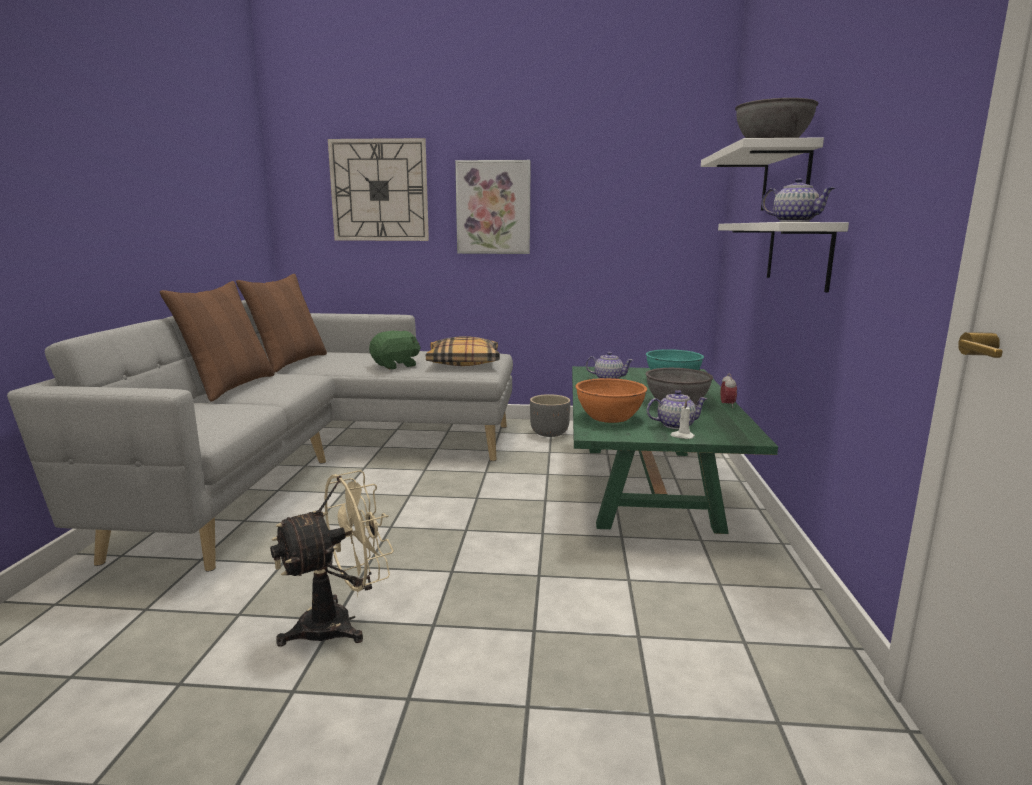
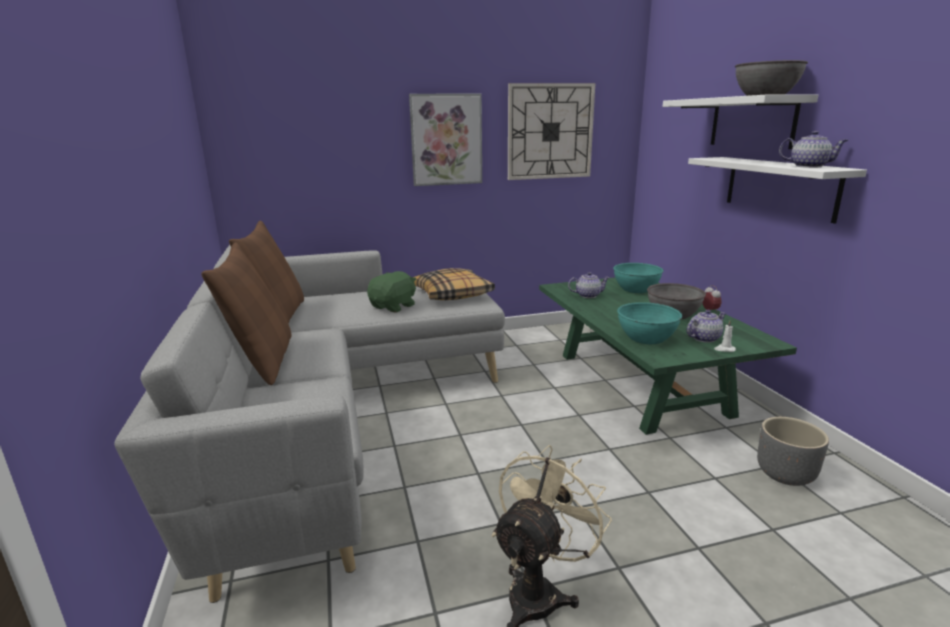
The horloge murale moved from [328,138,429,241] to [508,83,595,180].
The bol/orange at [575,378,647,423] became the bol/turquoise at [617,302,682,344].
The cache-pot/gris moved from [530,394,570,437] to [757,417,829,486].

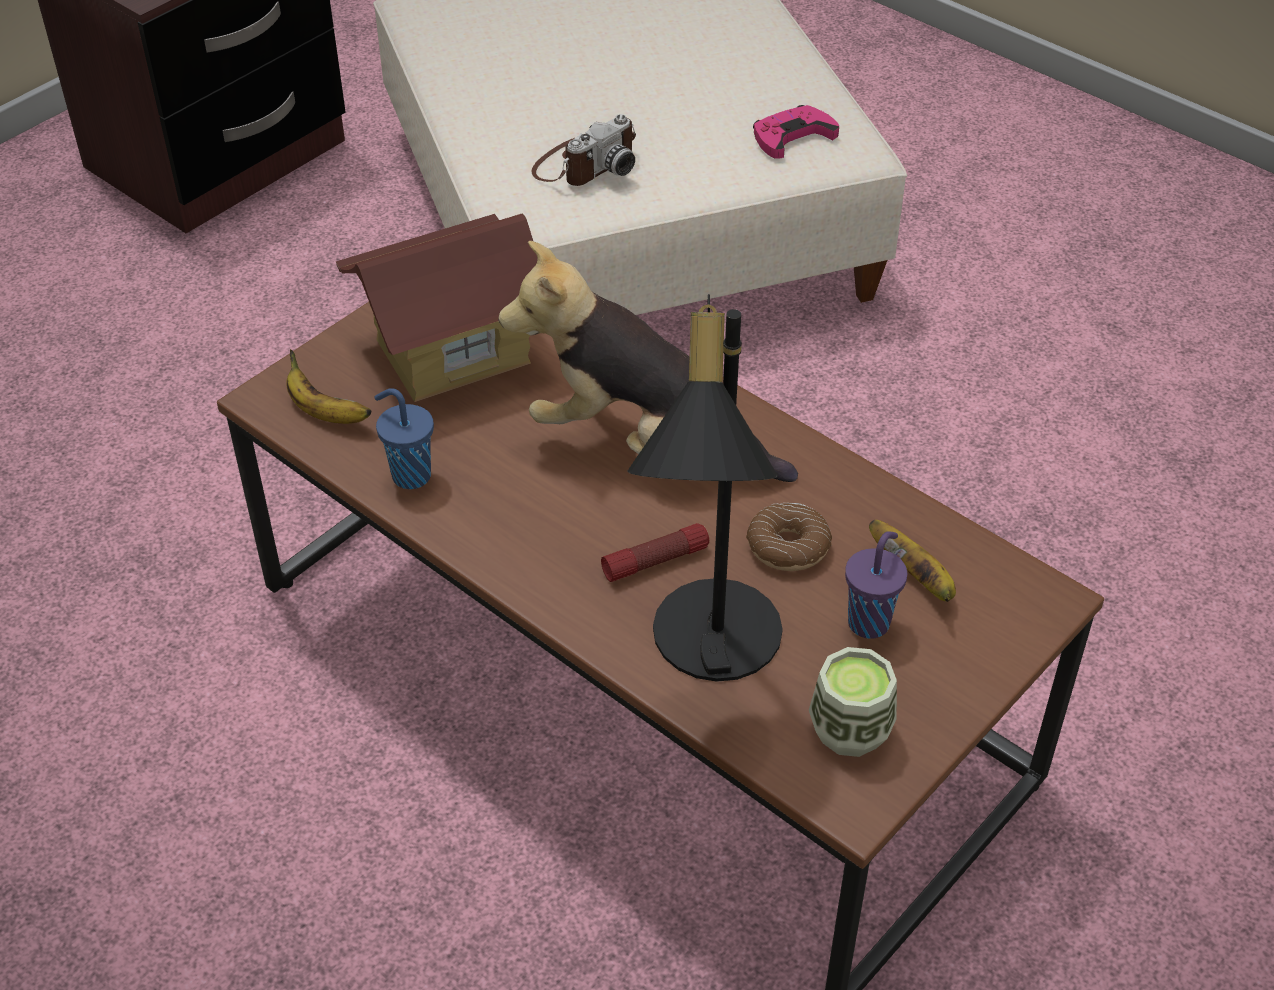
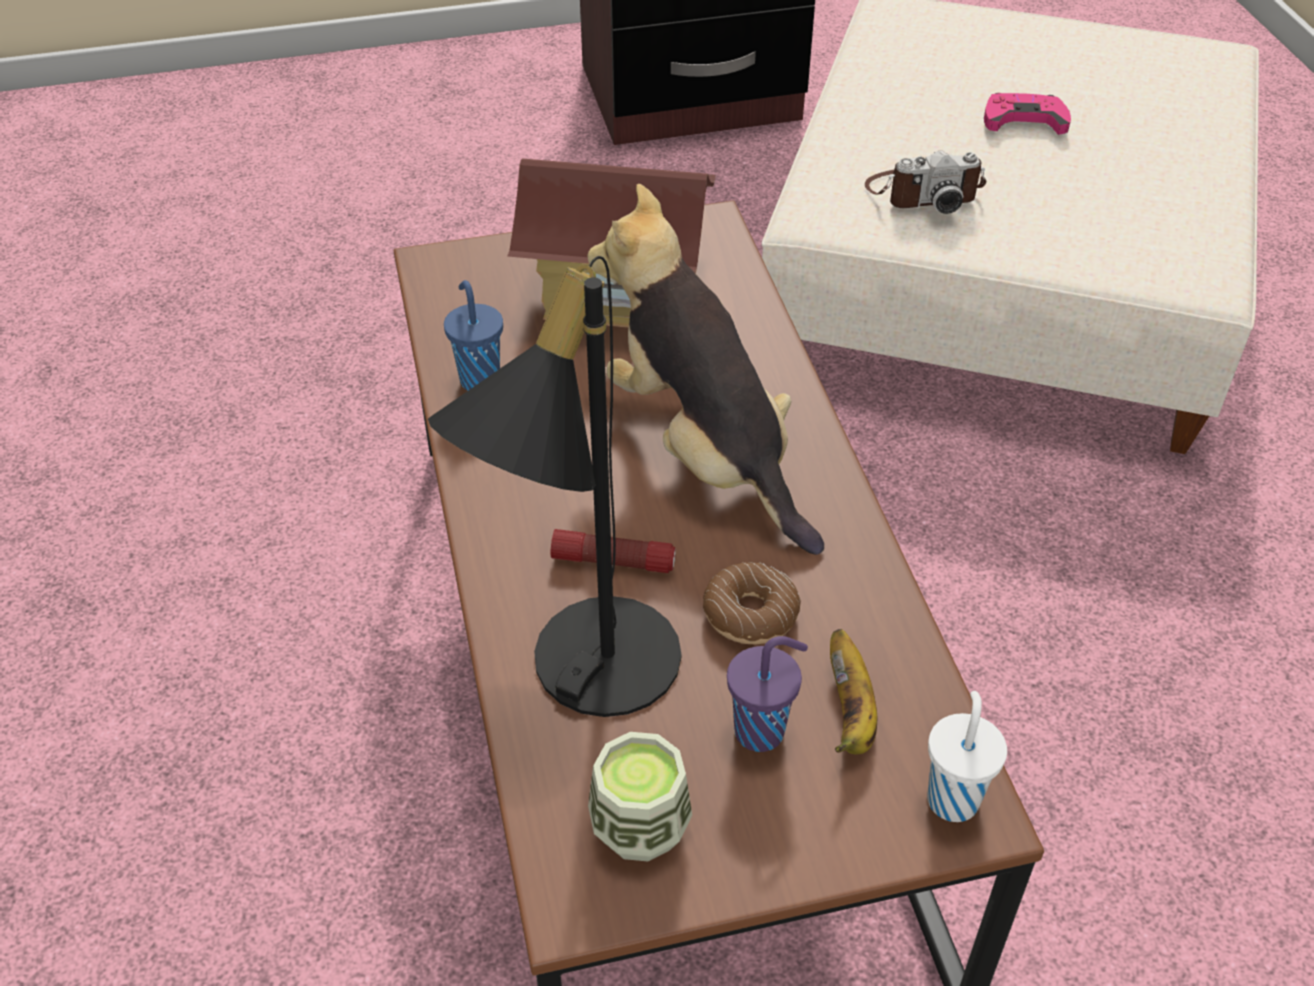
The tasse/blanc at [927,691,1007,822] appeared.
The manette/rose moved from [753,105,839,159] to [984,93,1071,135].
The banane at [286,349,371,424] disappeared.

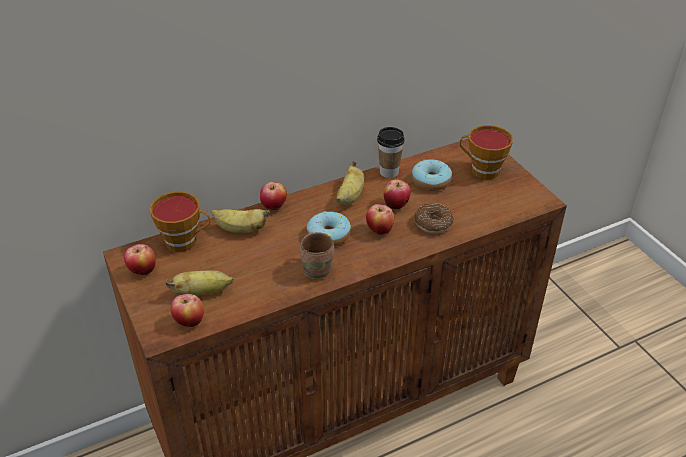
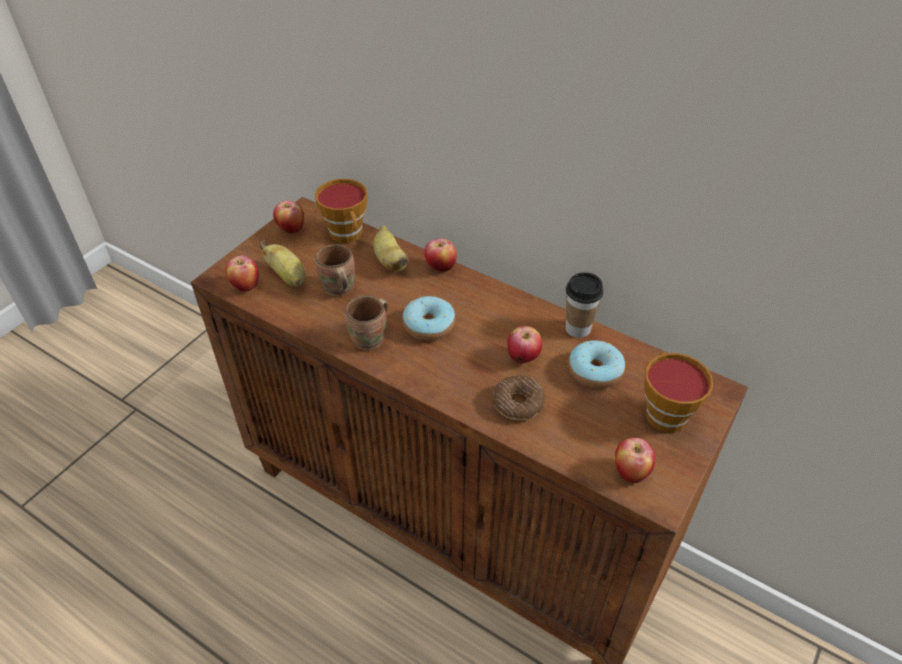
The mug/marron at [315,244,355,296] appeared.
The pomme moved from [366,204,394,235] to [615,438,655,483].
The banane at [336,161,364,205] disappeared.

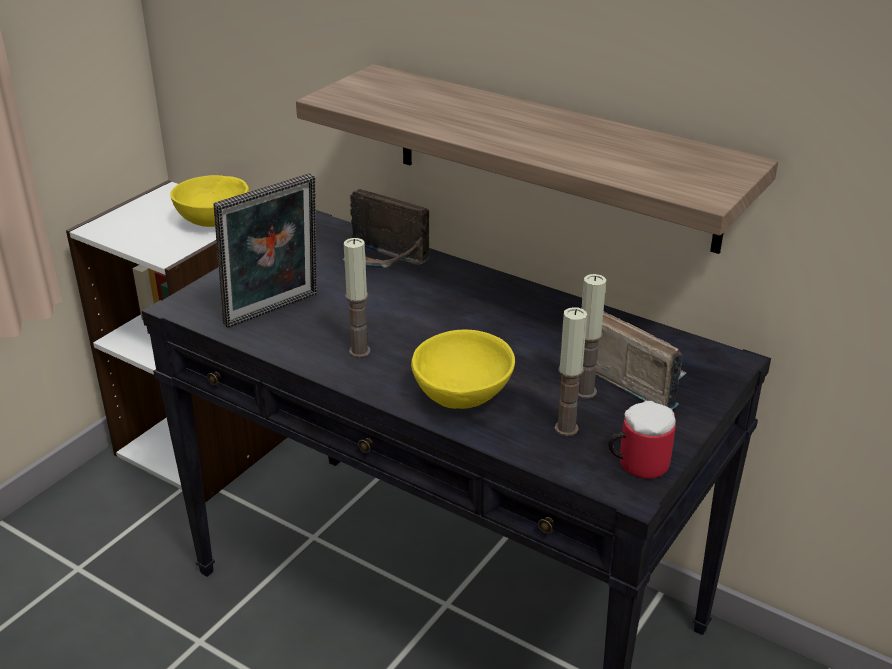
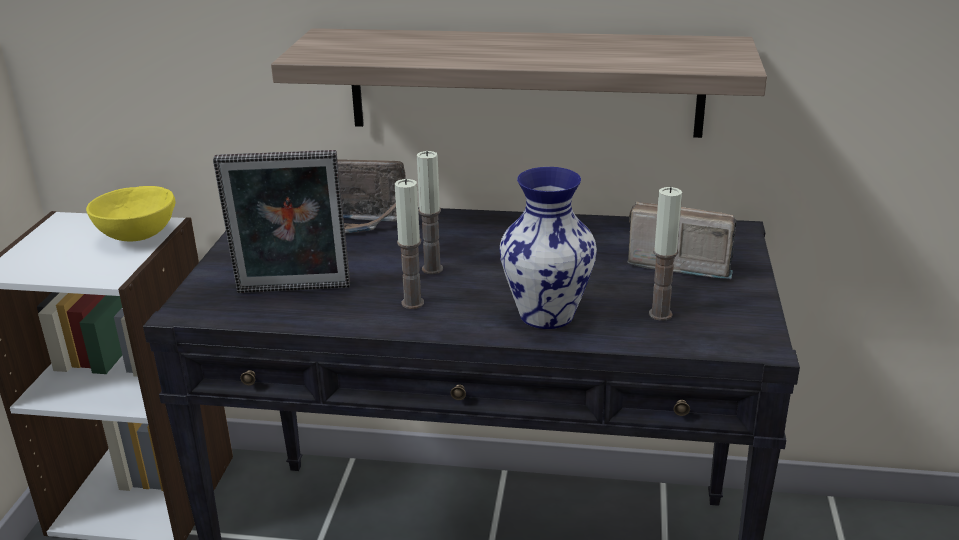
The cadre photo at [213,173,317,328] turned 60 degrees clockwise.
The bougie moved from [578,274,606,399] to [417,151,443,274].
The bol/jaune at [411,330,515,409] was replaced by the vase at [500,167,597,329].
The mug at [608,401,676,479] disappeared.

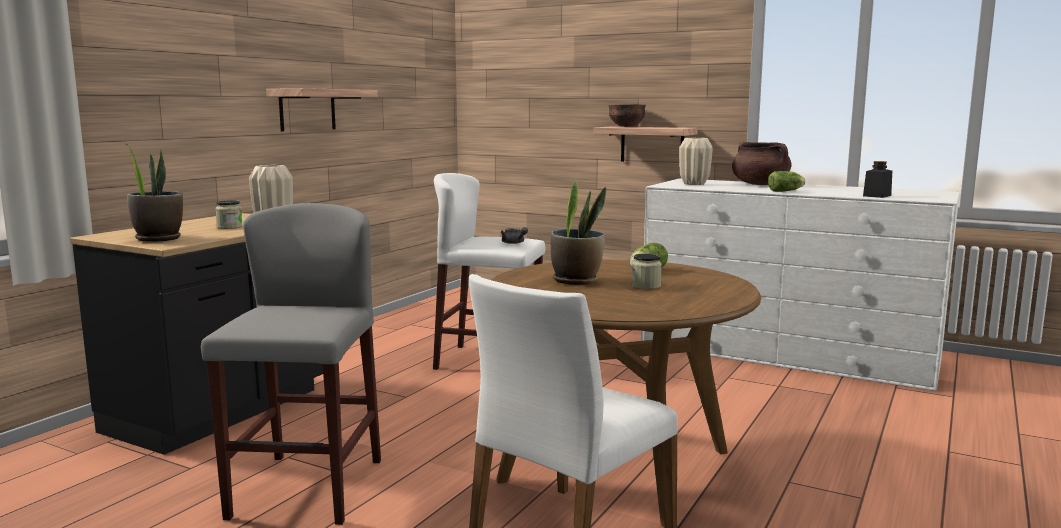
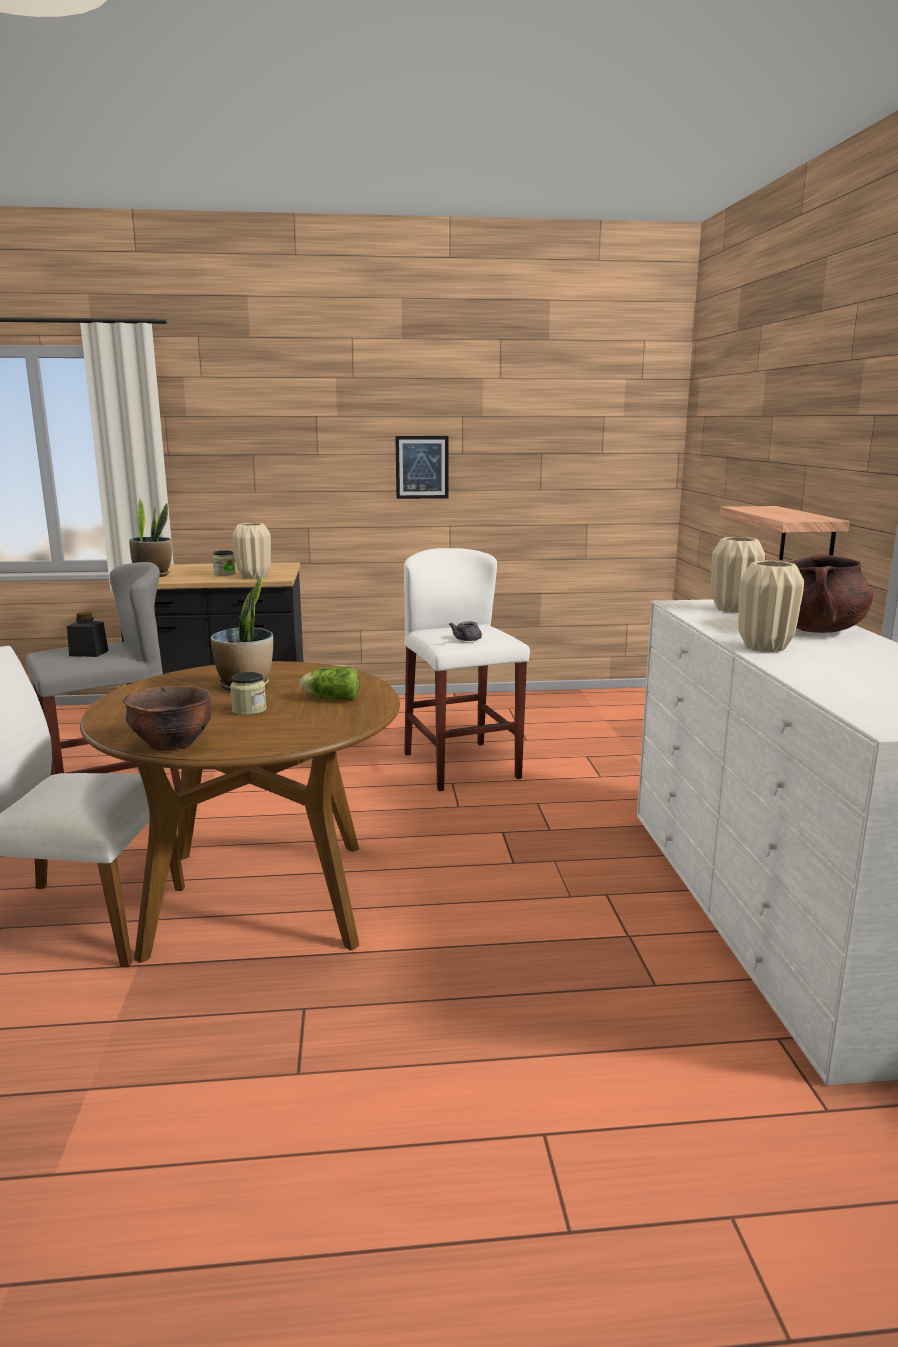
The bocal/noir moved from [863,161,892,198] to [67,612,108,657].
The bol/marron moved from [608,104,646,127] to [123,686,211,751].
The étagère at [266,88,378,131] was replaced by the tableau at [395,436,448,499].
The laitue at [768,171,805,192] was replaced by the vase/beige at [738,561,804,652].

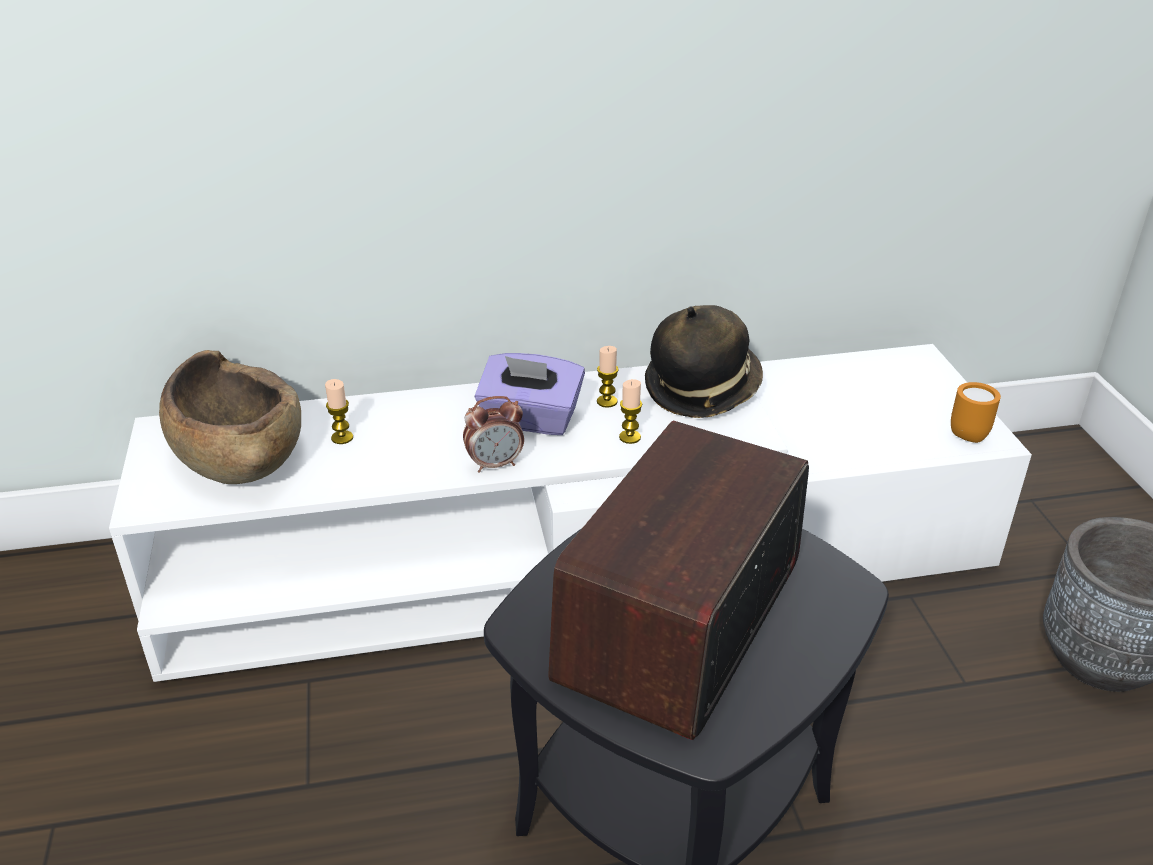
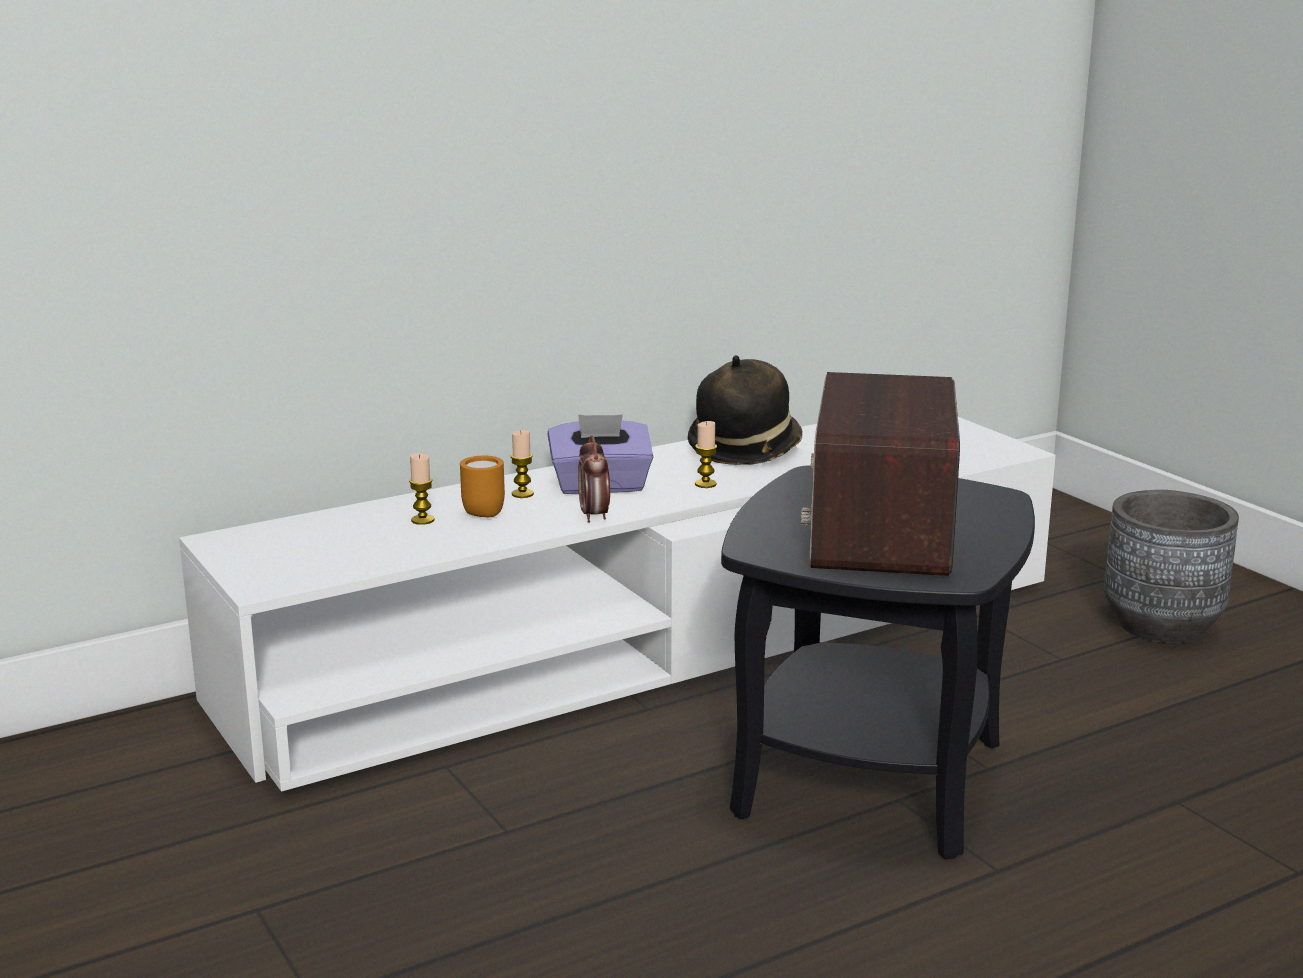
The mug/orange moved from [951,382,1001,443] to [460,456,505,517].
The bougie moved from [597,346,619,408] to [510,430,534,498].
The réveil at [463,396,524,473] turned 120 degrees clockwise.
The bol/marron at [159,350,301,484] disappeared.

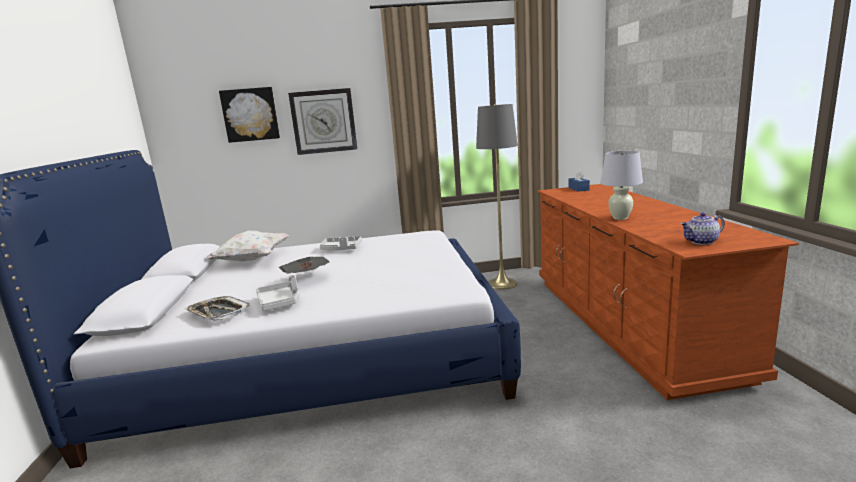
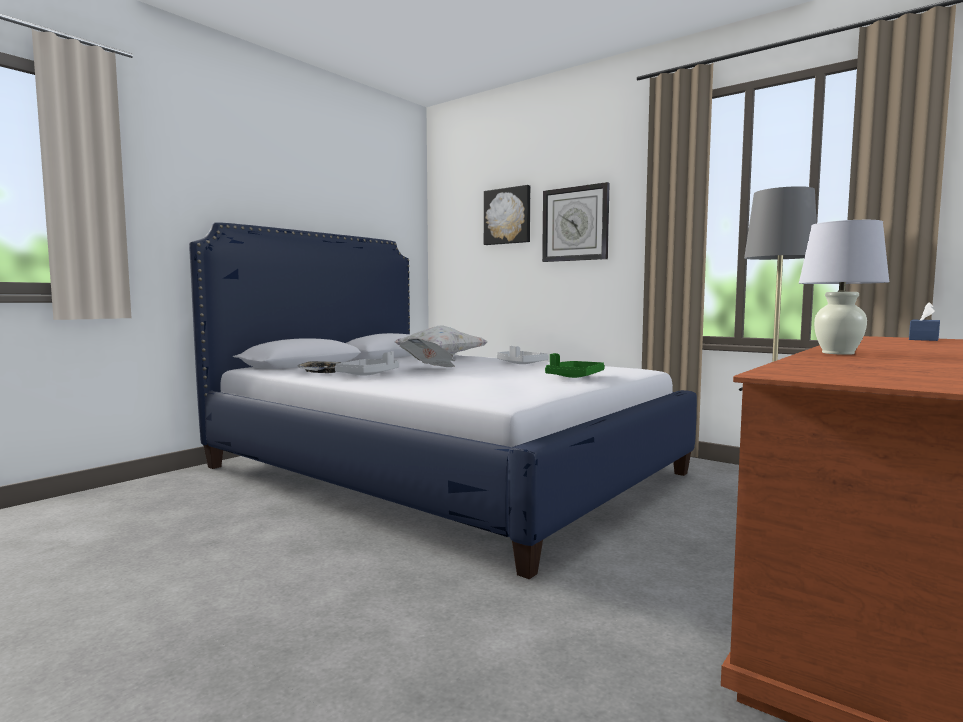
The plateau/vert at [545,353,605,378] appeared.
The théière at [680,212,725,245] disappeared.

